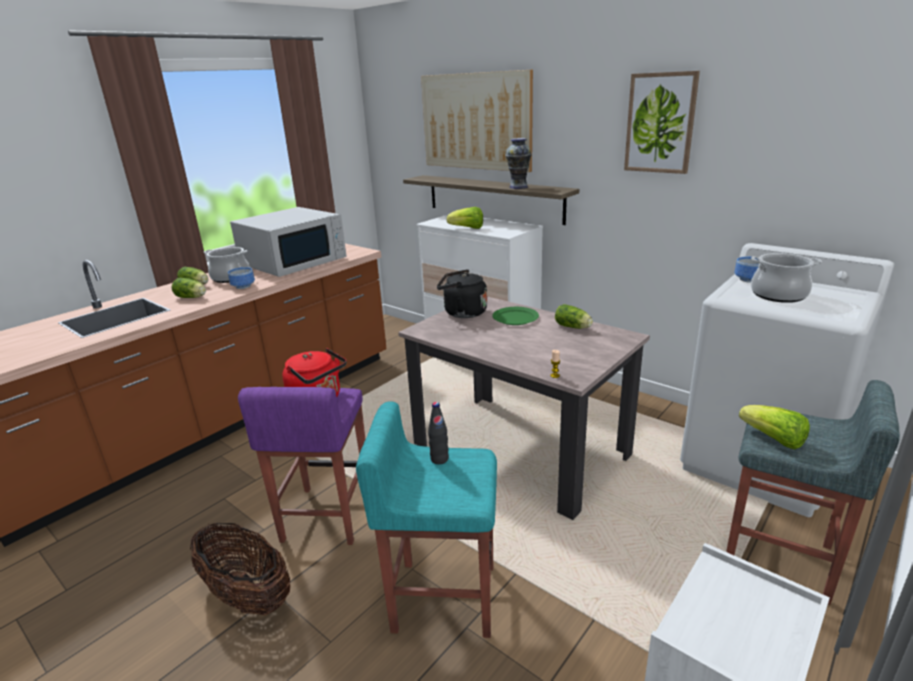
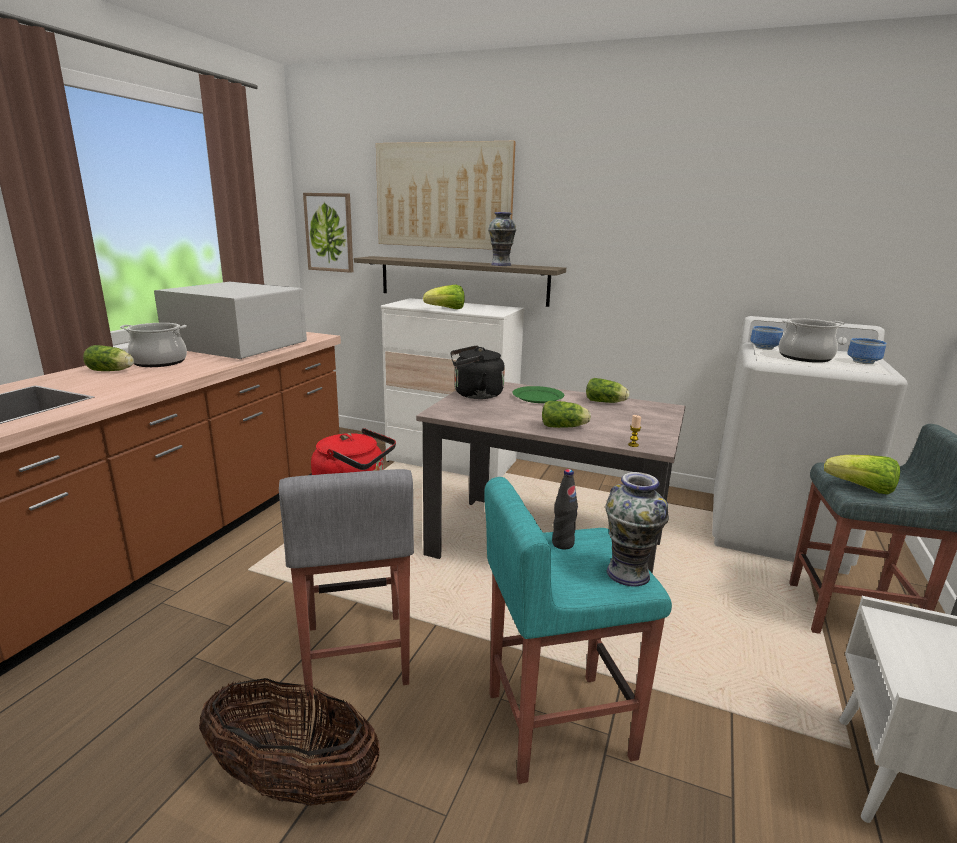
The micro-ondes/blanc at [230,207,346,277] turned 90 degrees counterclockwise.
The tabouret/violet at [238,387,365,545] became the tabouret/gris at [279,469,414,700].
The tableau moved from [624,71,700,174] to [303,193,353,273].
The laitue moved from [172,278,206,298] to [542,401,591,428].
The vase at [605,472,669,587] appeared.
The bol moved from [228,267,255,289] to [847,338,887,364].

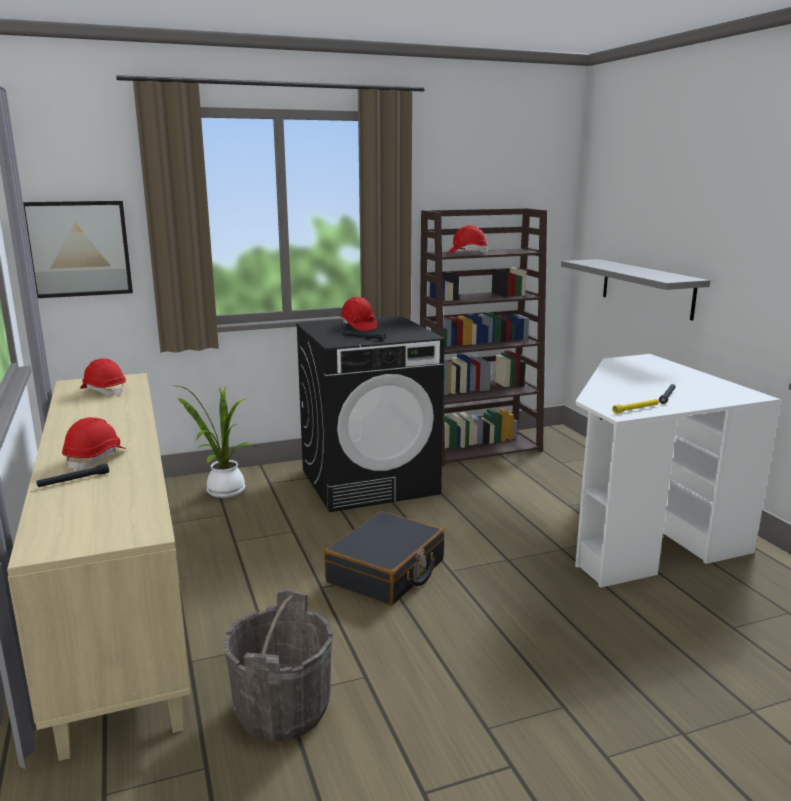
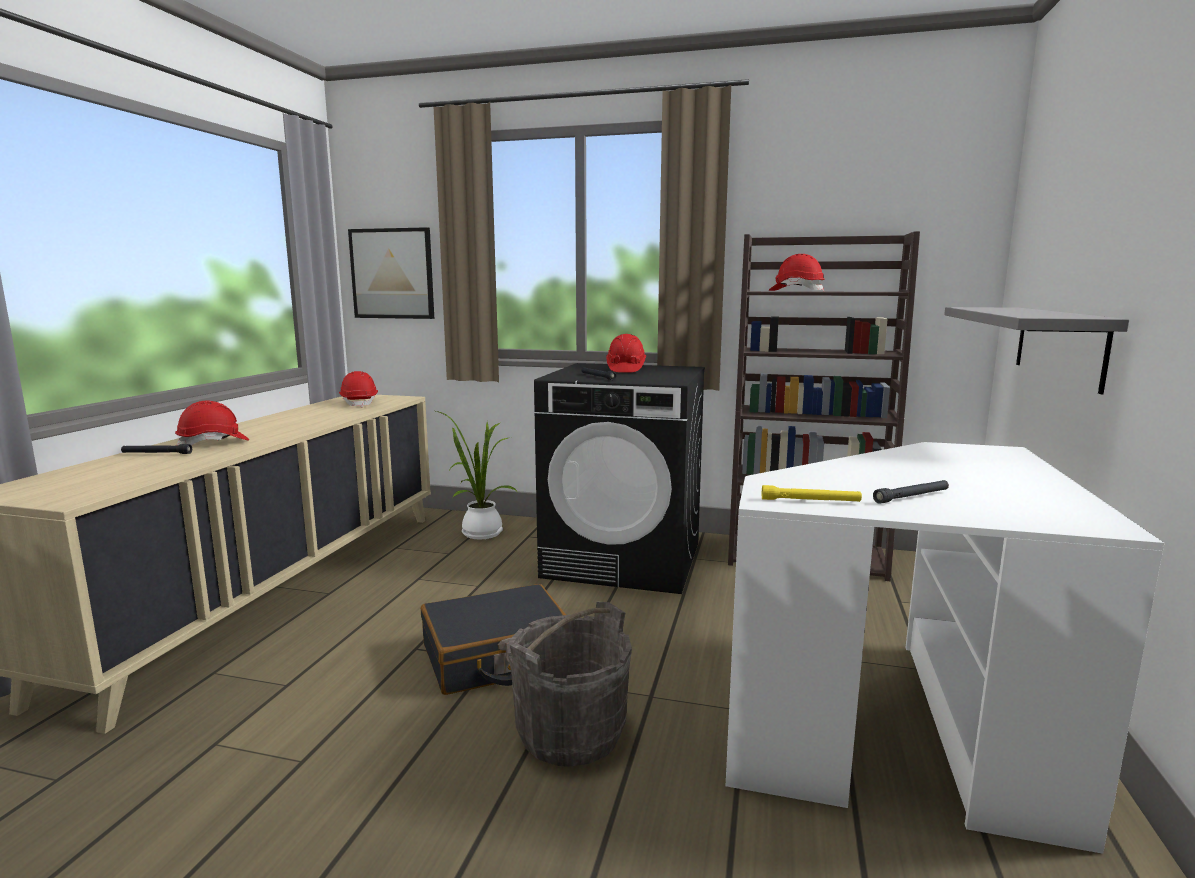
The seau/gris moved from [224,590,333,741] to [508,602,632,767].

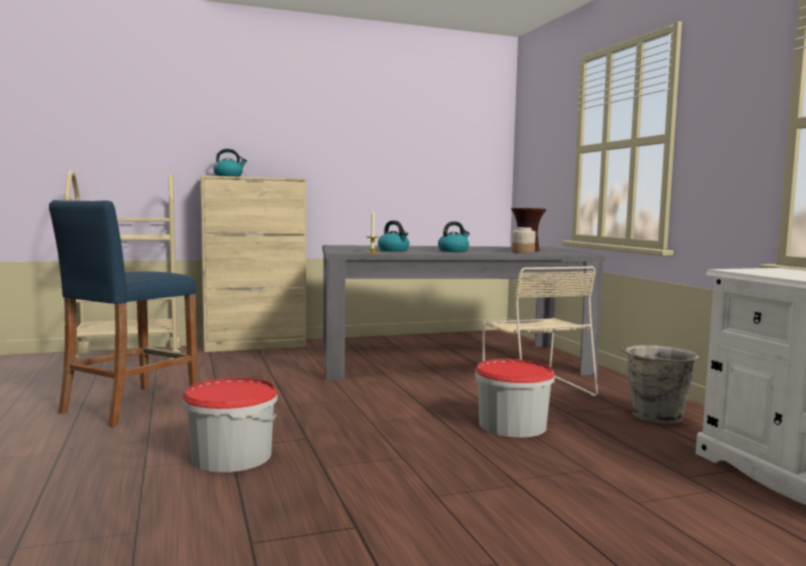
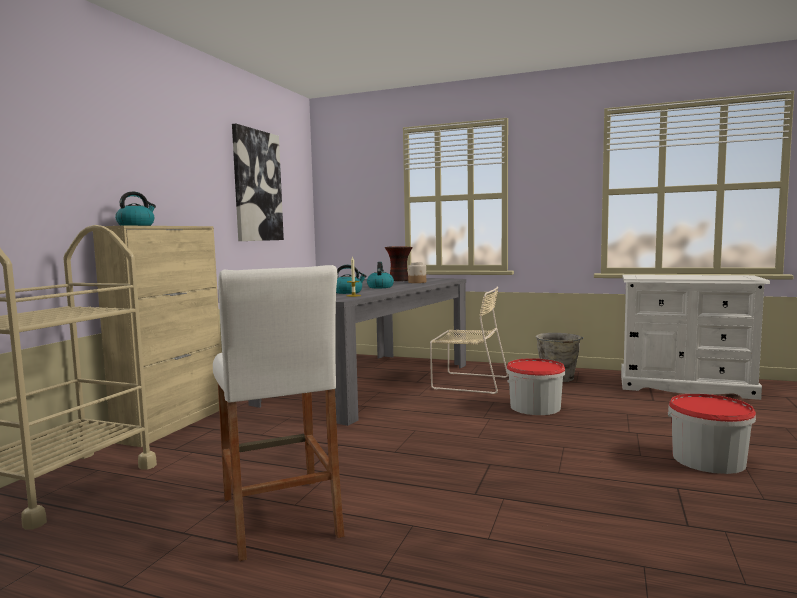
The tabouret/bleu at [49,200,198,427] became the tabouret/blanc at [213,265,344,561].
The tableau at [232,123,284,241] appeared.
The seau moved from [183,377,278,472] to [668,394,756,474].

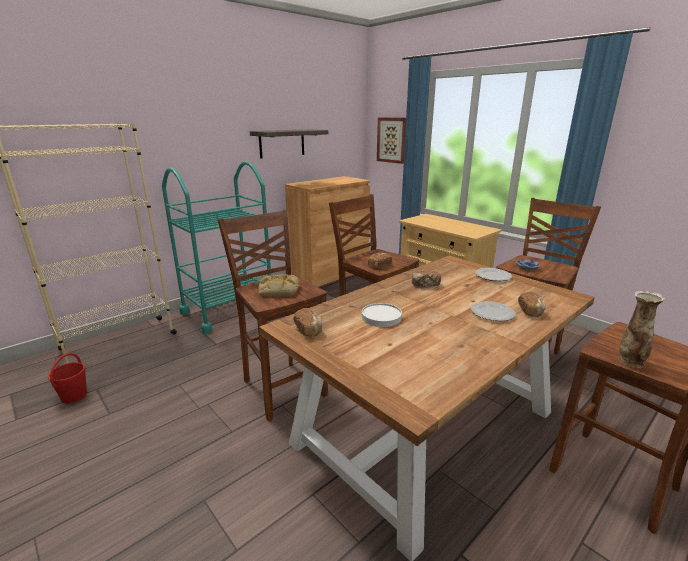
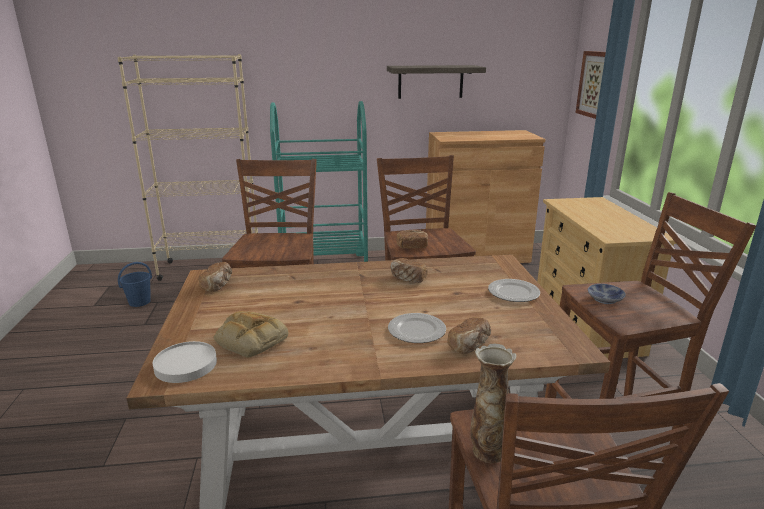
The seau/rouge at [48,353,87,403] became the seau/bleu at [118,262,152,307].
The assiette/blanc moved from [362,303,402,327] to [153,341,217,383].
The pain moved from [259,274,299,296] to [214,311,288,358].

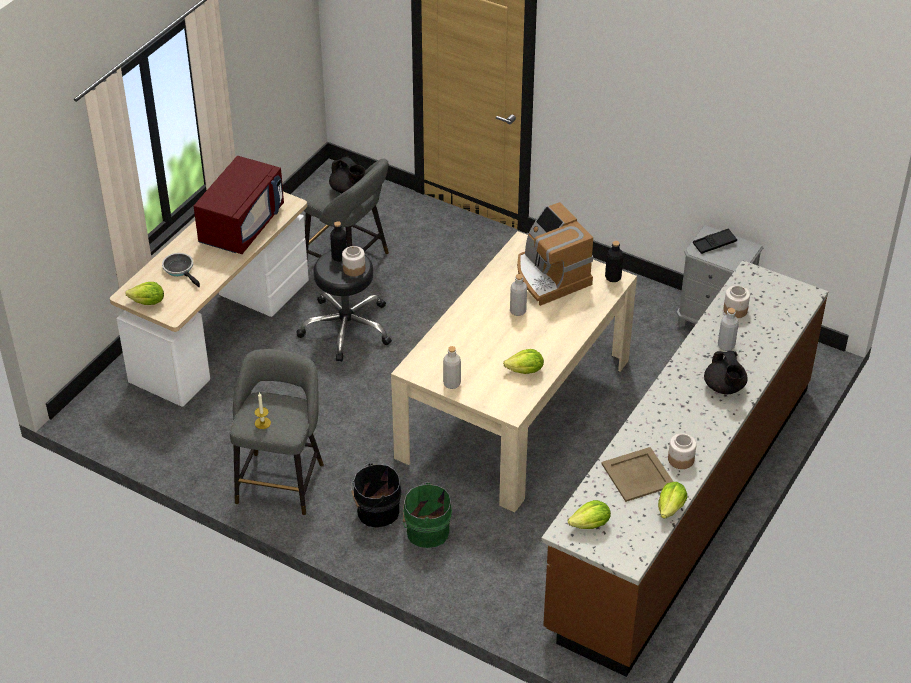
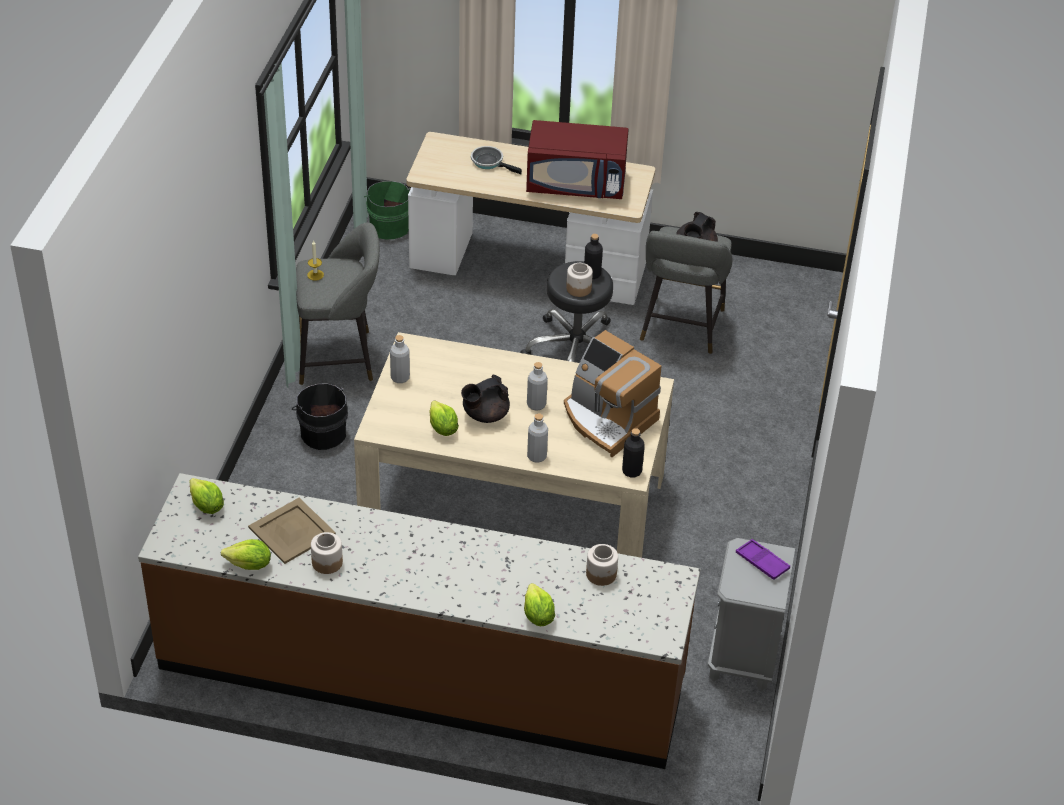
The seau/vert moved from [403,482,452,548] to [364,181,410,240].
The théière/noir moved from [704,351,748,394] to [461,374,510,423].
The poêle at [162,253,200,287] turned 90 degrees counterclockwise.
The laitue moved from [125,282,164,305] to [524,583,555,626].
The bouteille/gris moved from [718,308,739,351] to [527,413,548,463].
The machine à café at [517,202,593,306] turned 90 degrees counterclockwise.
The plateau/noir at [693,228,737,254] became the plateau/violet at [736,539,790,580].

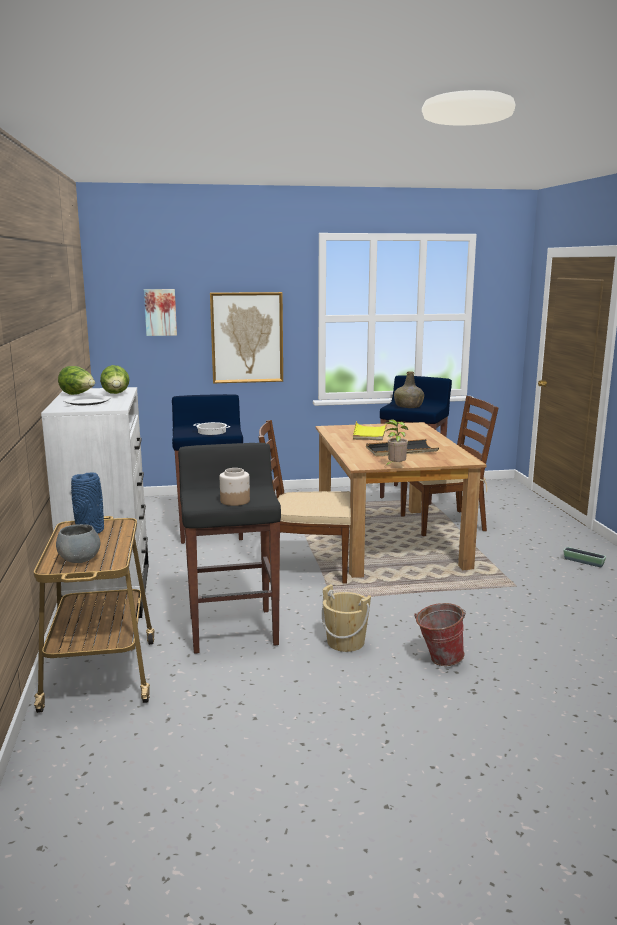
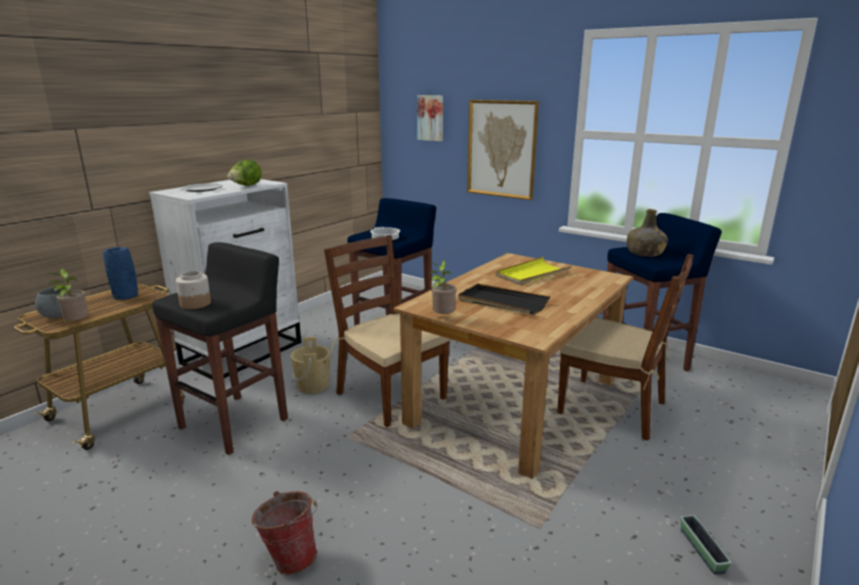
The plante en pot at [47,269,88,325] appeared.
The seau/beige moved from [322,584,371,652] to [290,337,330,394].
The laitue at [58,366,95,395] disappeared.

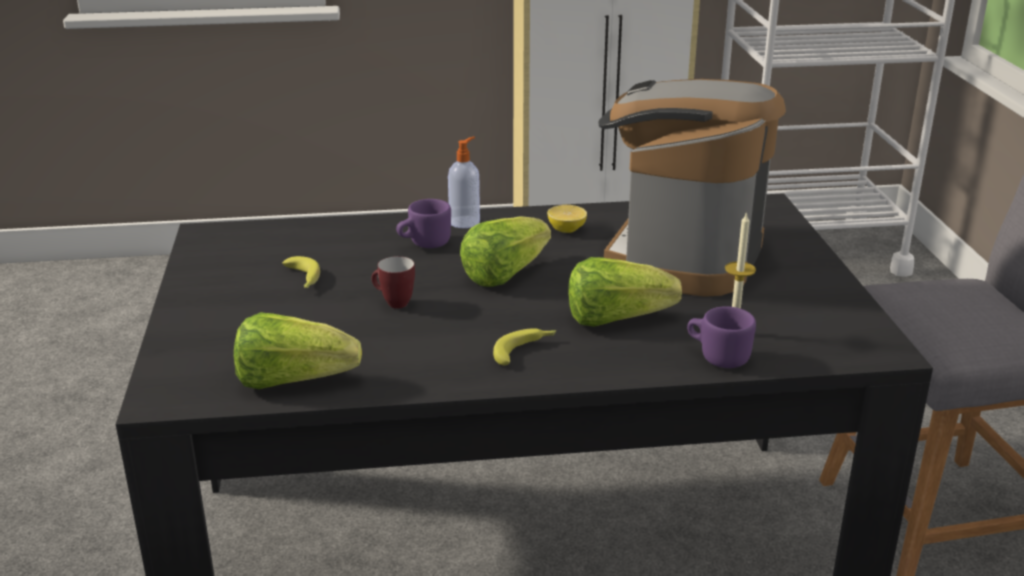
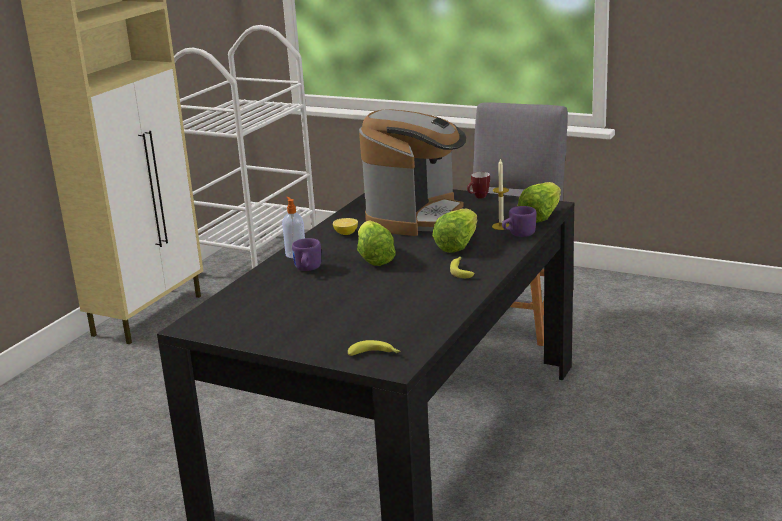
The banane moved from [282,256,320,288] to [348,340,400,356].
The machine à café at [598,79,786,297] turned 120 degrees counterclockwise.
The mug moved from [371,256,415,309] to [467,172,490,199].
The laitue moved from [234,312,362,389] to [518,182,561,223].

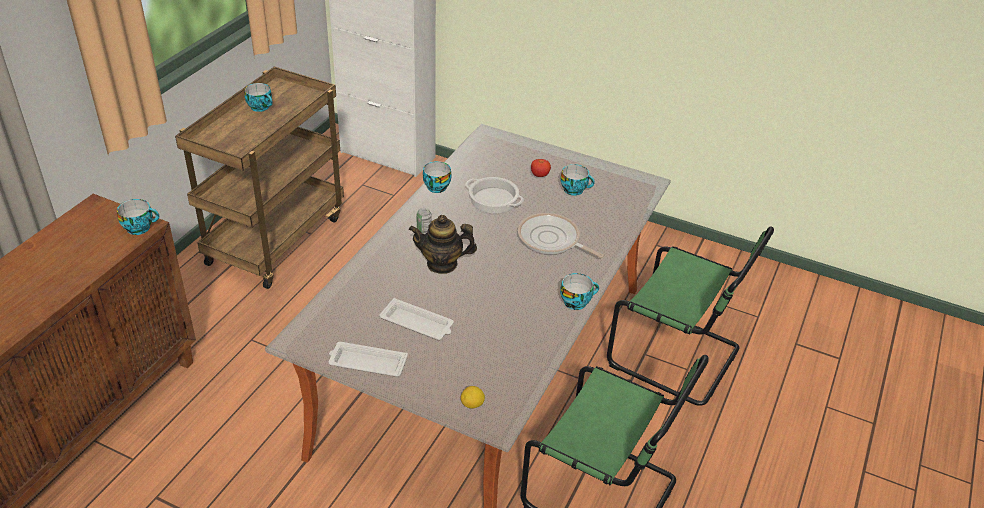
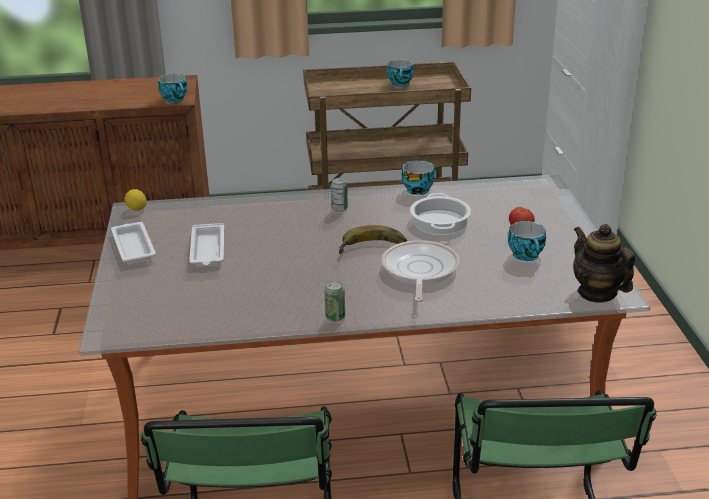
The citron moved from [461,386,485,408] to [124,189,147,211].
The tasse at [560,273,599,310] was replaced by the boîte métallique at [324,281,345,322].
The banane at [338,225,407,254] appeared.
The théière moved from [409,215,477,274] to [573,224,635,303].

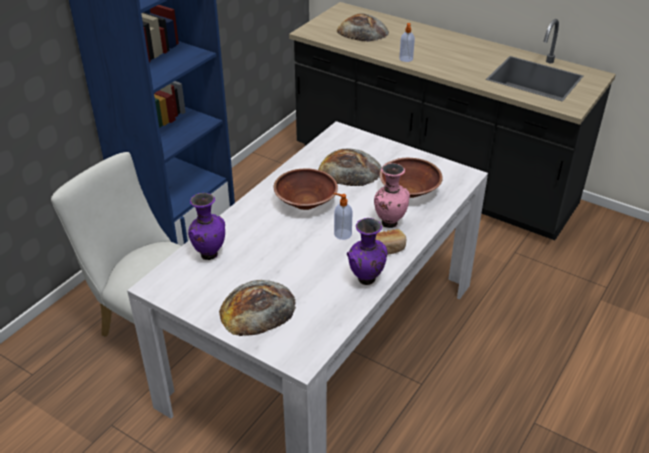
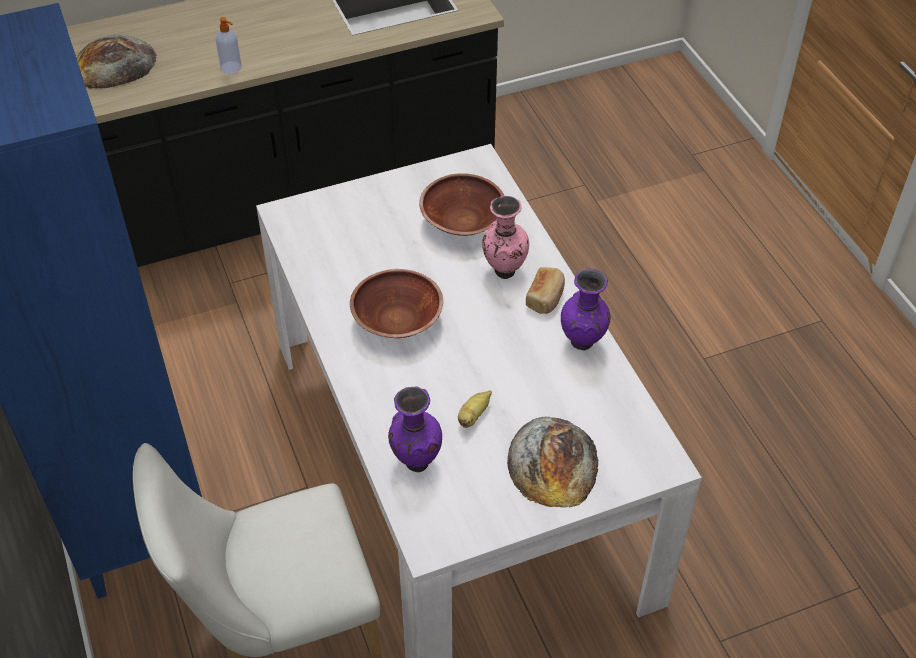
The banane at [458,390,492,428] appeared.
The pain at [318,148,382,186] disappeared.
The distributeur de savon at [333,193,353,240] disappeared.

